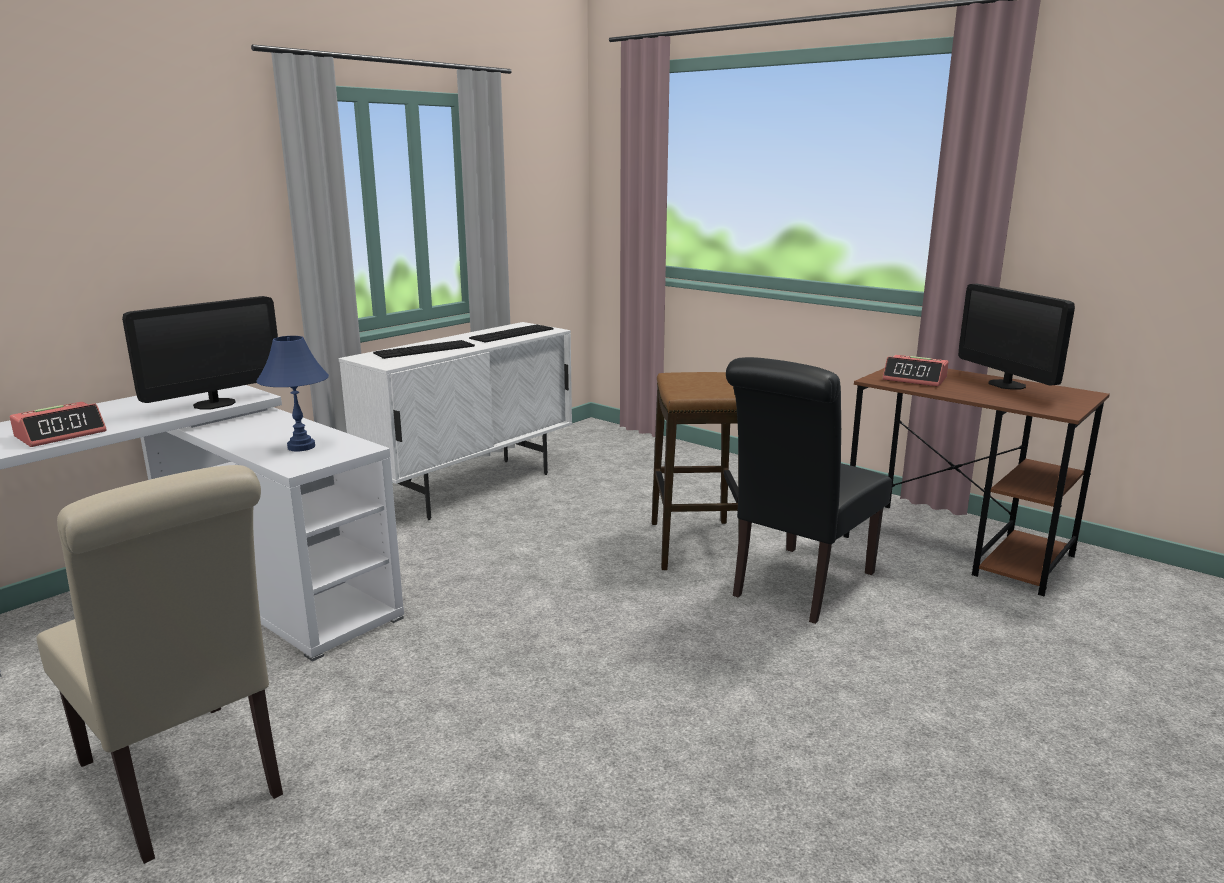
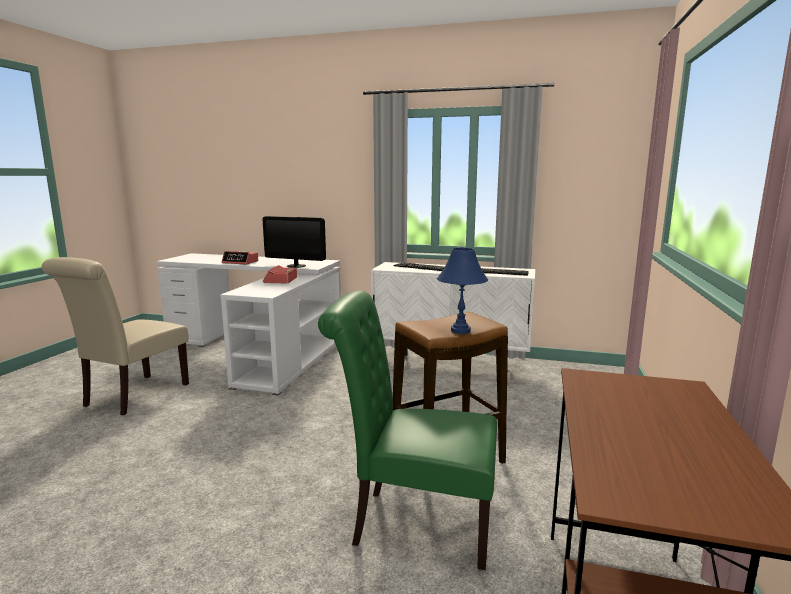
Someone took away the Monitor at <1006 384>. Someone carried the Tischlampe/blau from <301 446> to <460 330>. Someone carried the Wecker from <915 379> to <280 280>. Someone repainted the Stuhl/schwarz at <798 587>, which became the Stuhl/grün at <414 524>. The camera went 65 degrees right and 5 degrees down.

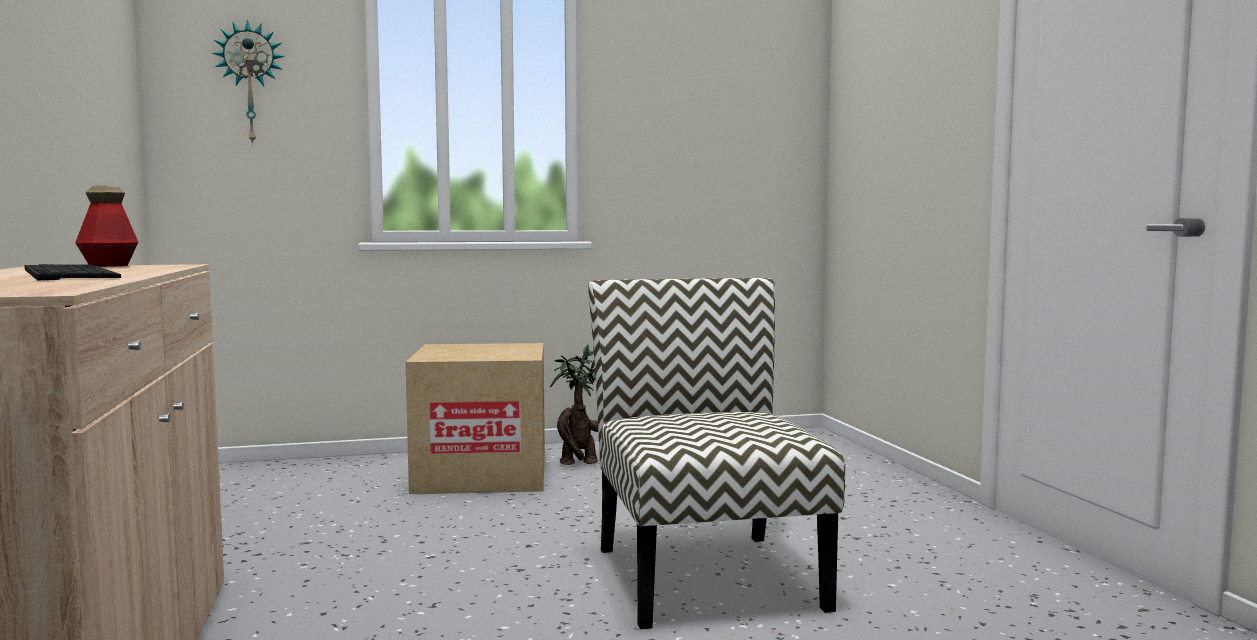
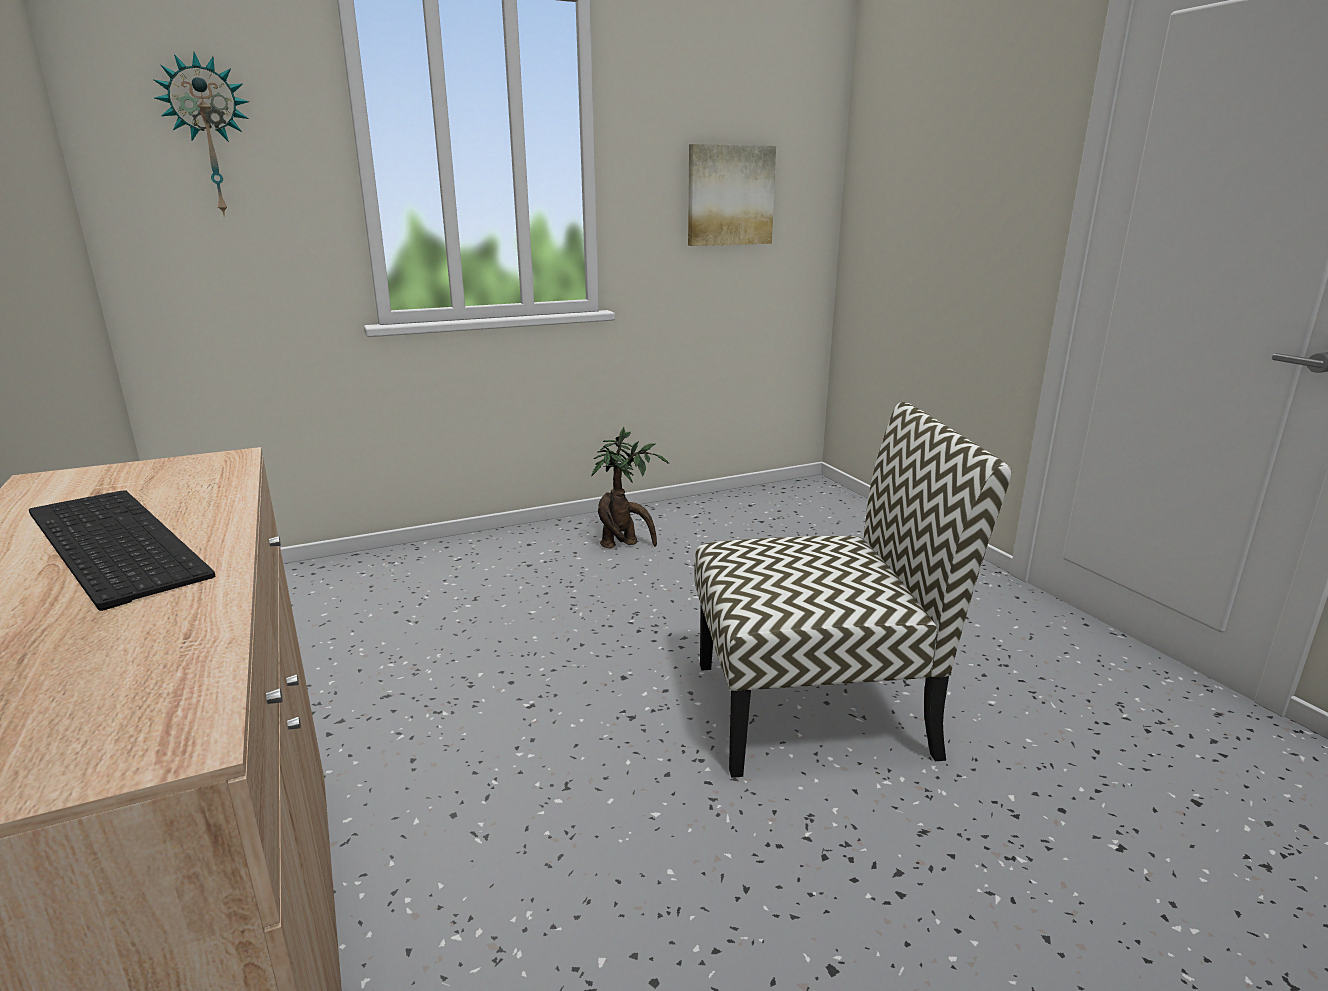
Someone took away the Flasche at <108 265>. Someone rotated the Stuhl at <705 575> by 105 degrees clockwise. Someone took away the Karton at <481 474>. Someone put up the Bild at <729 195>. The camera went 10 degrees left and 15 degrees up.

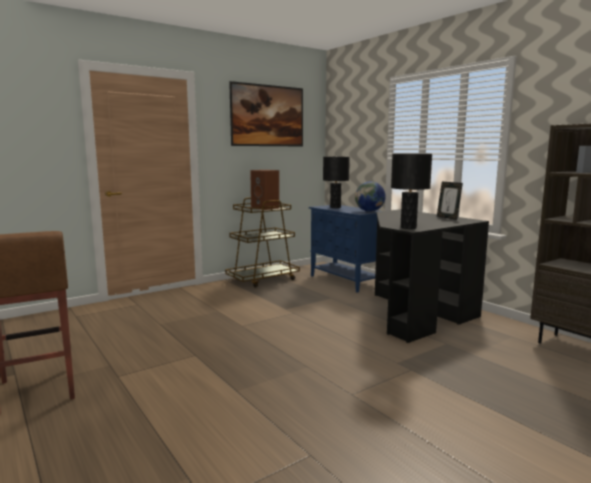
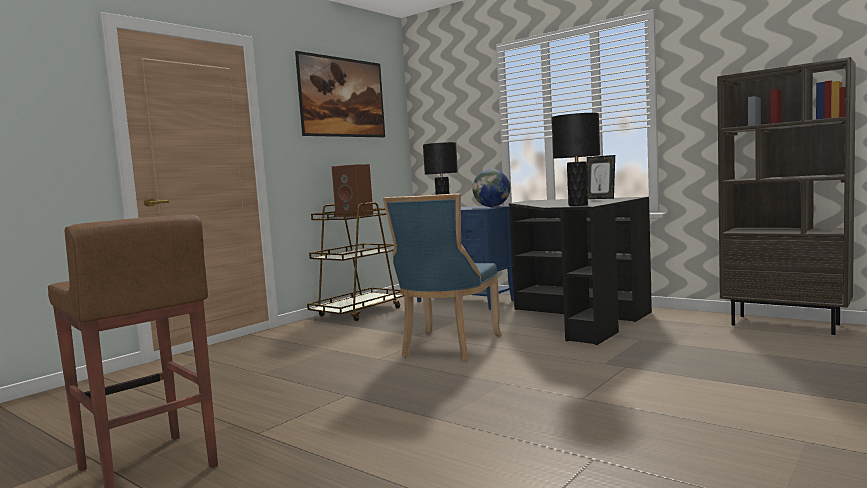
Someone put down the Stuhl/blau at <447 347>. The camera went 15 degrees left and 5 degrees down.

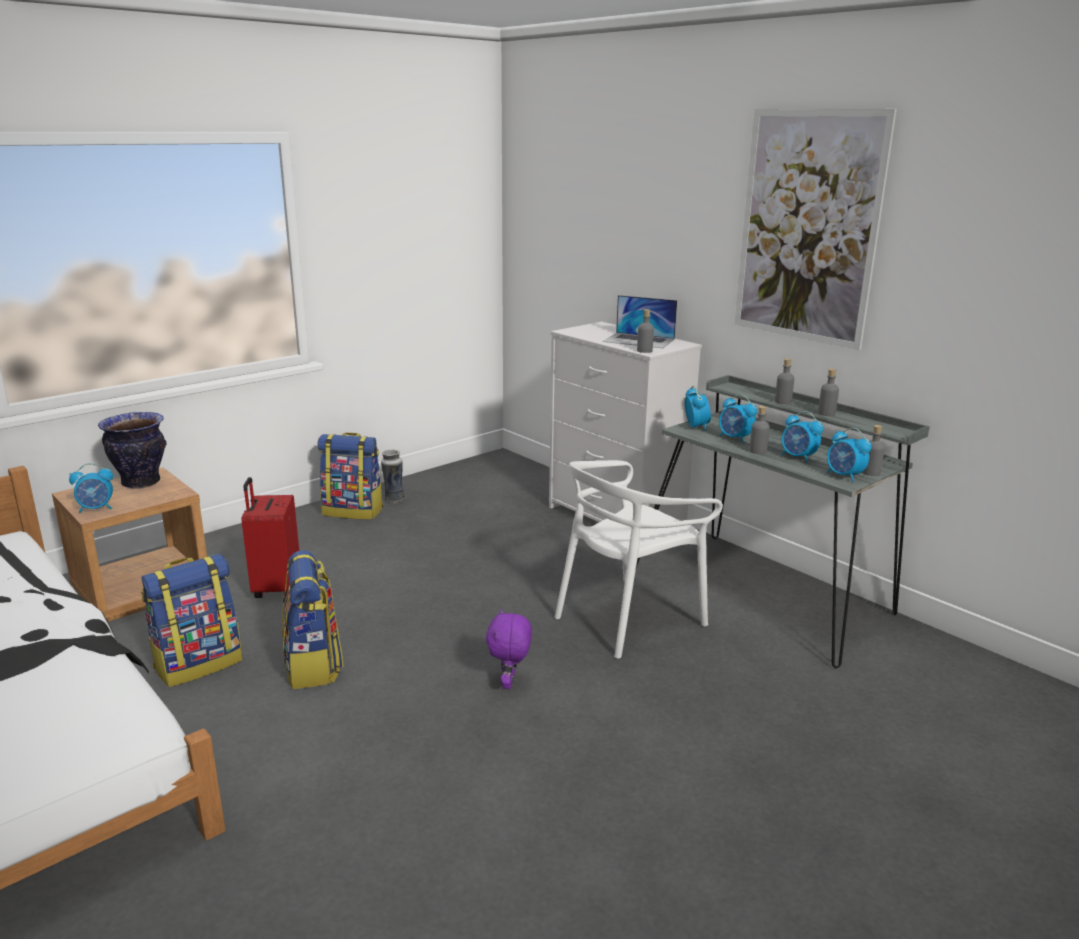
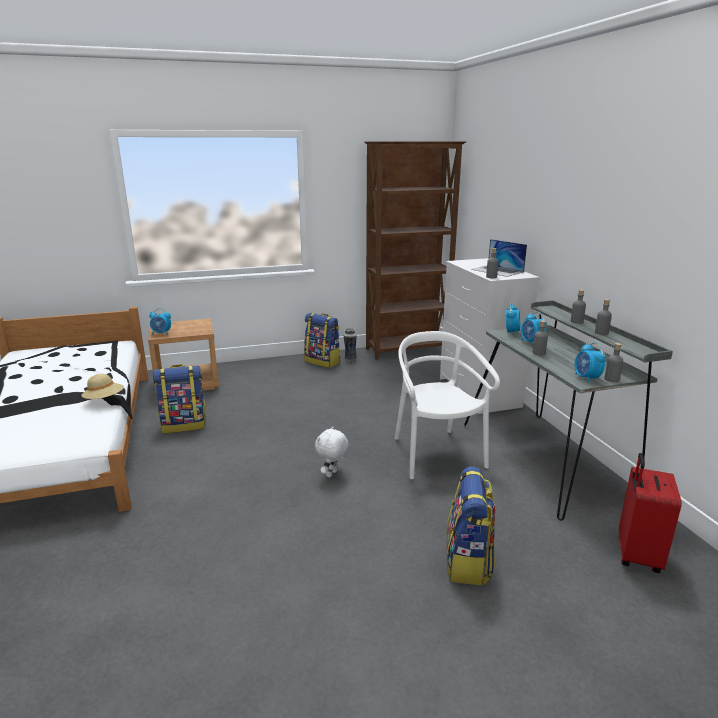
Someone took away the Bild at <808 227>. Someone took away the Wecker at <798 457>. Someone took away the Vase at <140 483>. Someone rotated the Stuhl/weiß at <628 618> by 90 degrees clockwise. Someone carried the Koffer/rot from <275 587> to <636 555>. Someone carried the Rucksack from <314 666> to <468 562>. Someone repainted the Plüschtier/lila at <510 683>, which became the Plüschtier/weiß at <332 474>. Someone put down the Bücherregal/braun at <408 350>. Someone put down the Hut/beige at <104 400>. The camera went 25 degrees right and 0 degrees up.

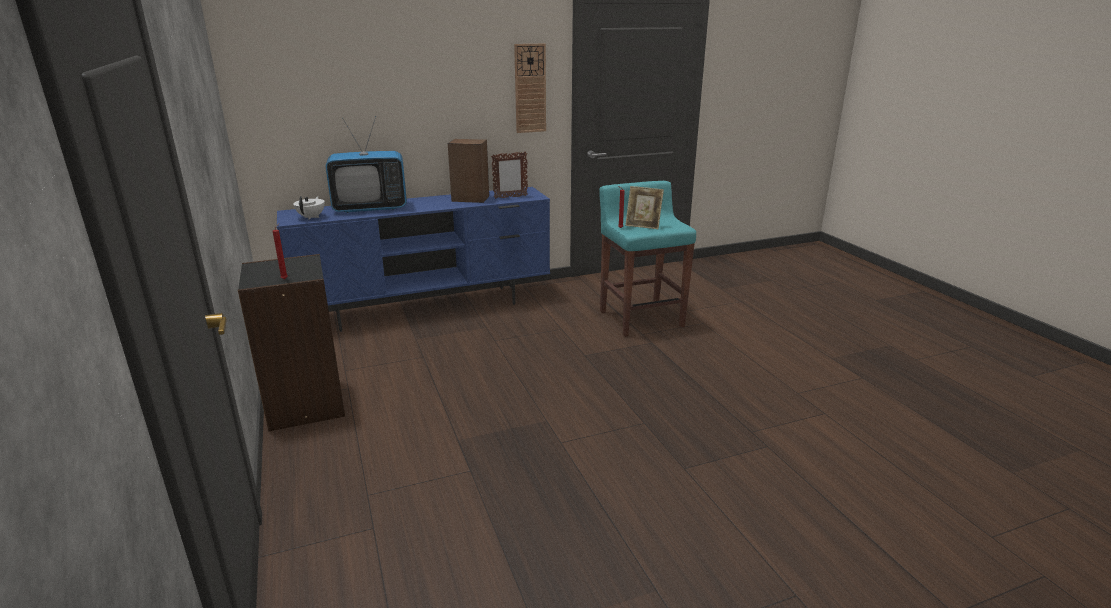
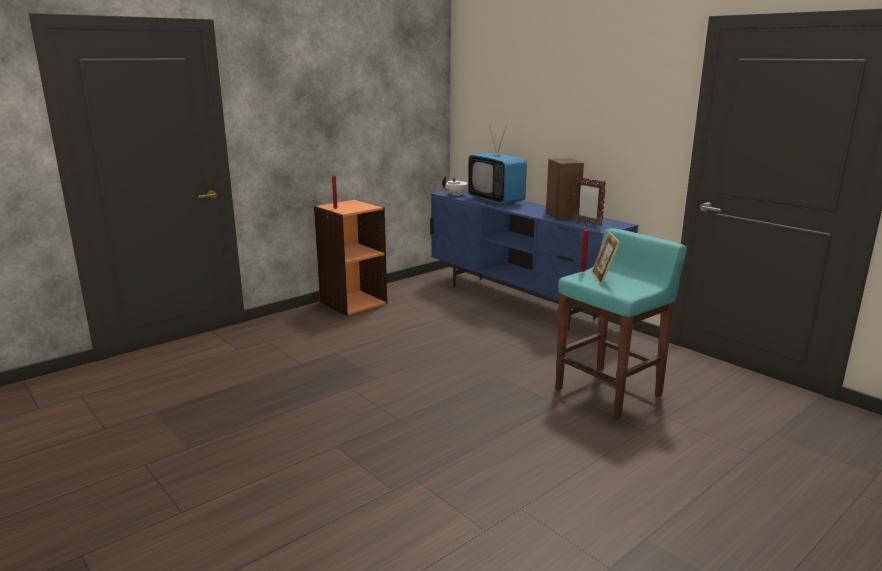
Someone took away the Wanduhr at <530 88>. Someone repainted the Bücherregal/schwarz at <305 404>, which became the Bücherregal/orange at <353 302>. The camera went 70 degrees right and 5 degrees down.

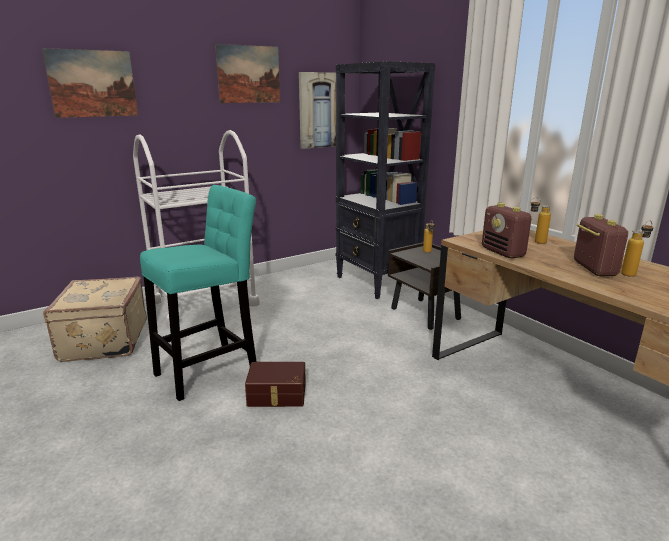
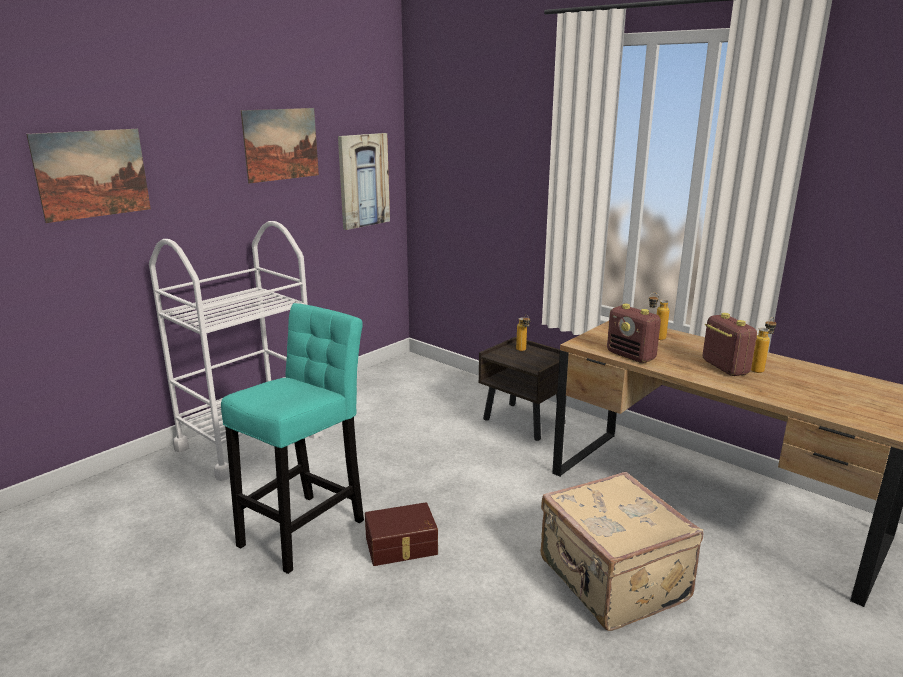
Someone took away the Bücherregal/schwarz at <377 282>. Someone carried the Koffer/beige from <102 341> to <611 581>. The camera went 15 degrees left and 0 degrees up.

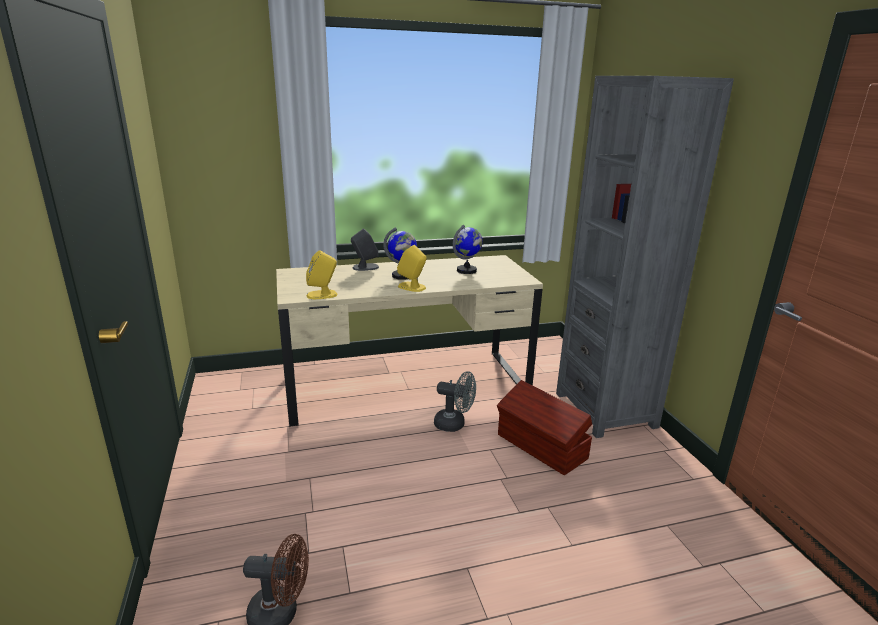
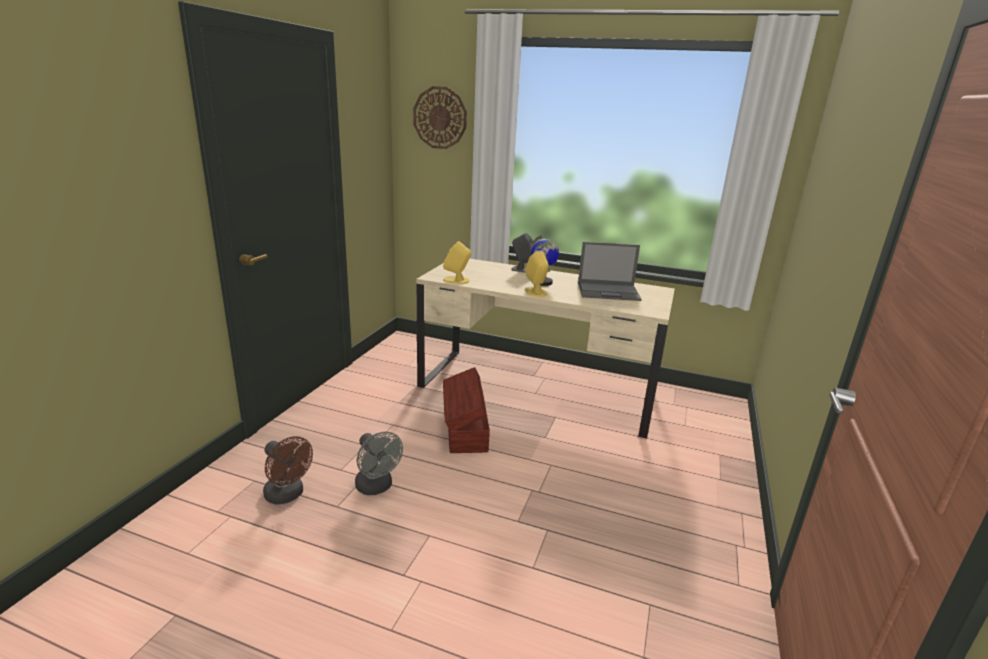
Someone took away the Bücherregal/grau at <605 410>. Someone swapped the Globus at <467 270> for the Laptop at <609 292>. Someone carried the Ventilator/grau from <454 424> to <377 487>. Someone carried the Aufbewahrungsbox/braun from <541 447> to <465 430>. Someone put up the Wanduhr at <440 118>. The camera went 35 degrees right and 0 degrees up.

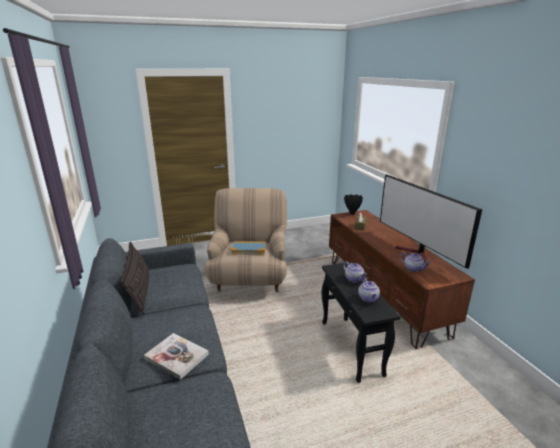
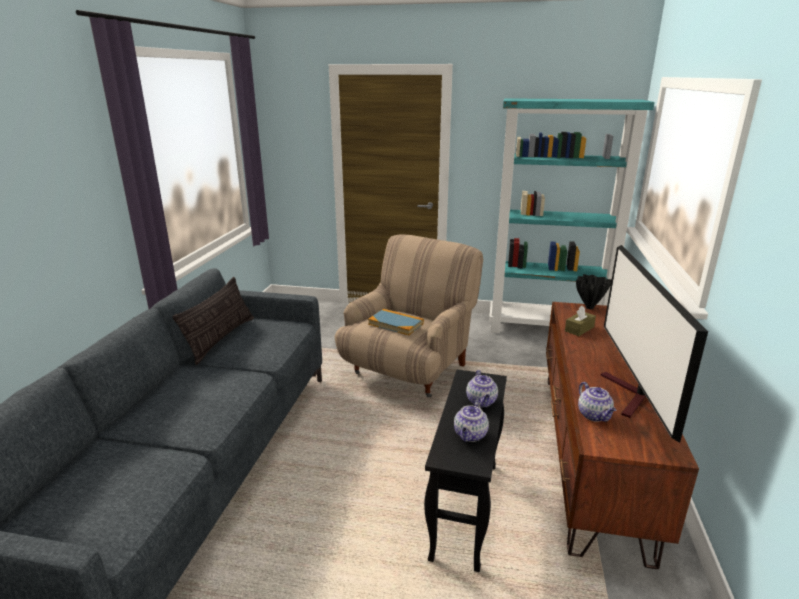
Someone took away the Buch at <176 356>. Someone put down the Bücherregal/türkis at <547 329>. The camera went 30 degrees right and 0 degrees up.

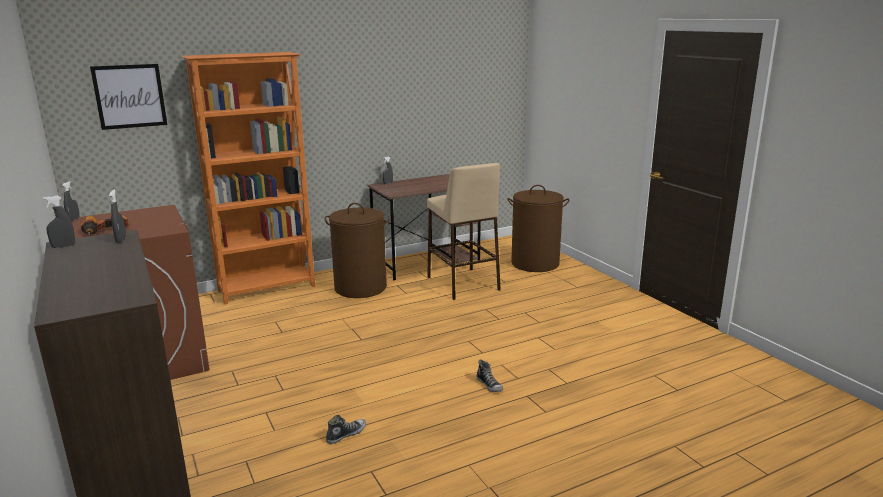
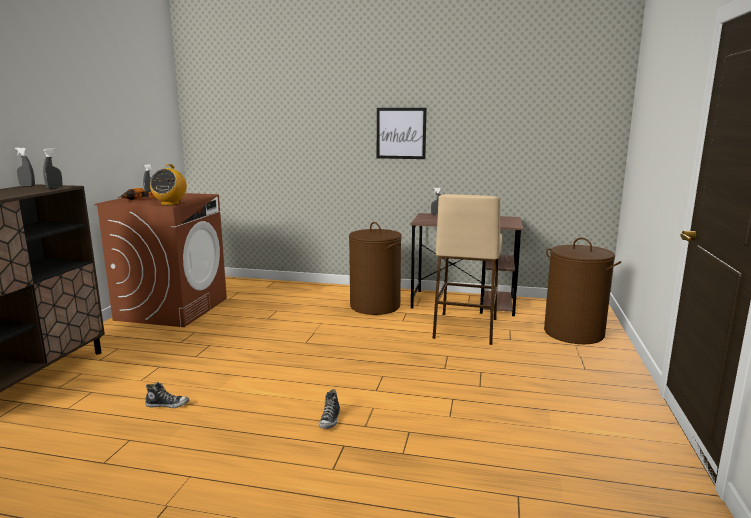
Someone took away the Bücherregal/orange at <268 289>. Someone carried the Bild from <130 96> to <401 133>. Someone put down the Radio at <170 204>. The camera went 40 degrees right and 5 degrees down.

